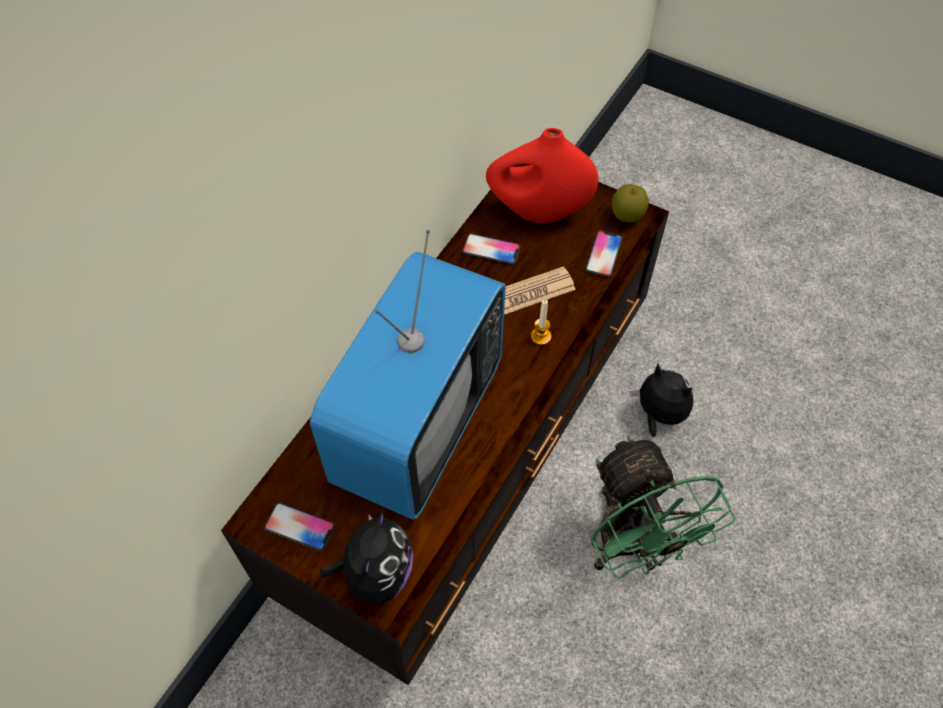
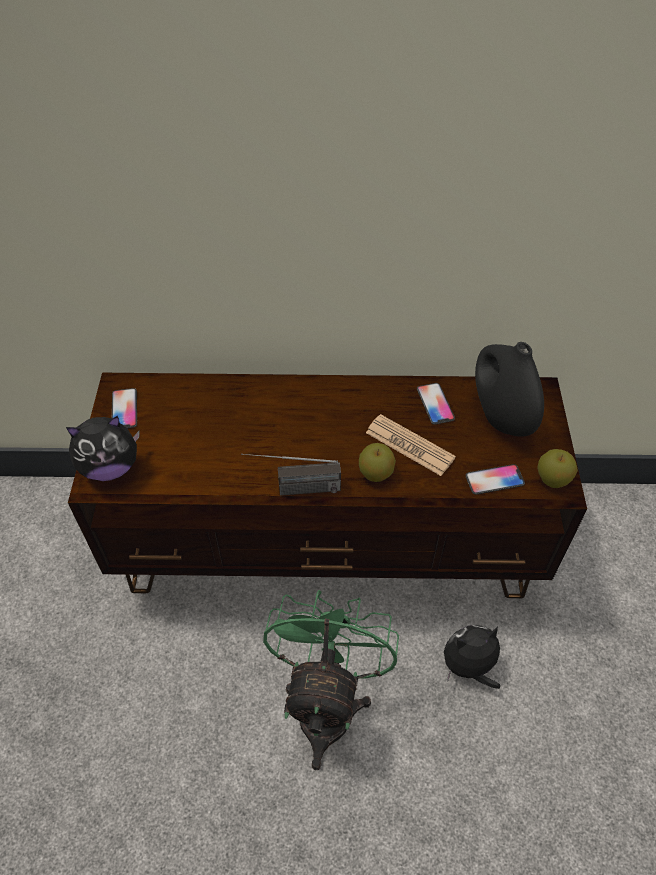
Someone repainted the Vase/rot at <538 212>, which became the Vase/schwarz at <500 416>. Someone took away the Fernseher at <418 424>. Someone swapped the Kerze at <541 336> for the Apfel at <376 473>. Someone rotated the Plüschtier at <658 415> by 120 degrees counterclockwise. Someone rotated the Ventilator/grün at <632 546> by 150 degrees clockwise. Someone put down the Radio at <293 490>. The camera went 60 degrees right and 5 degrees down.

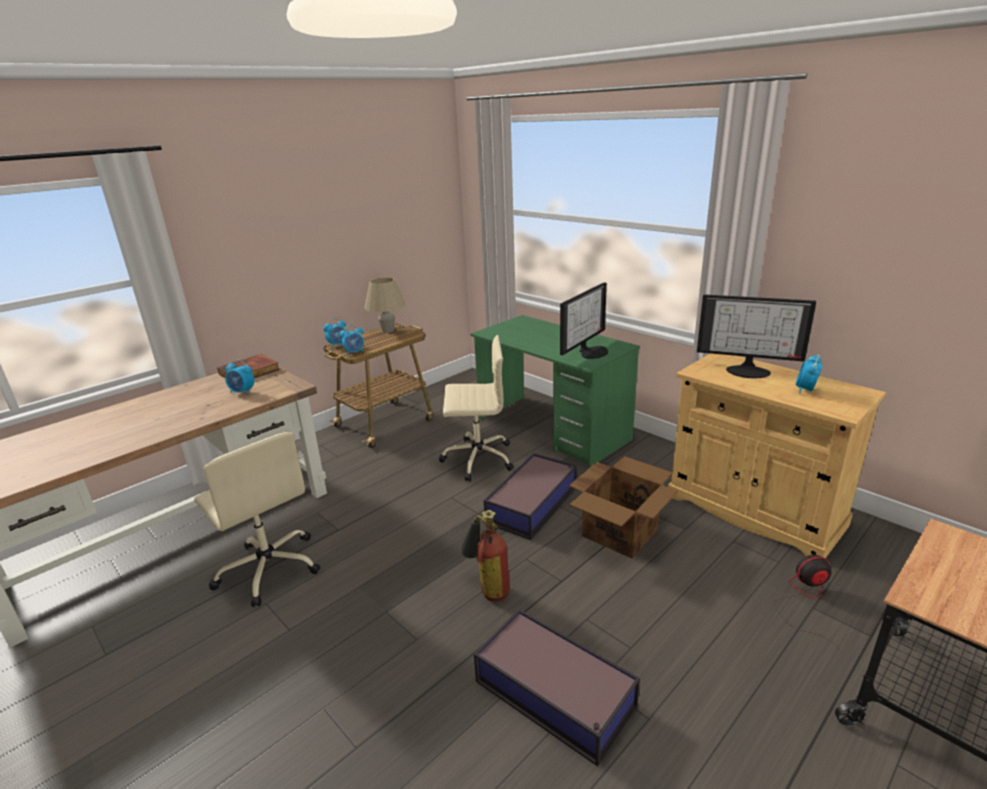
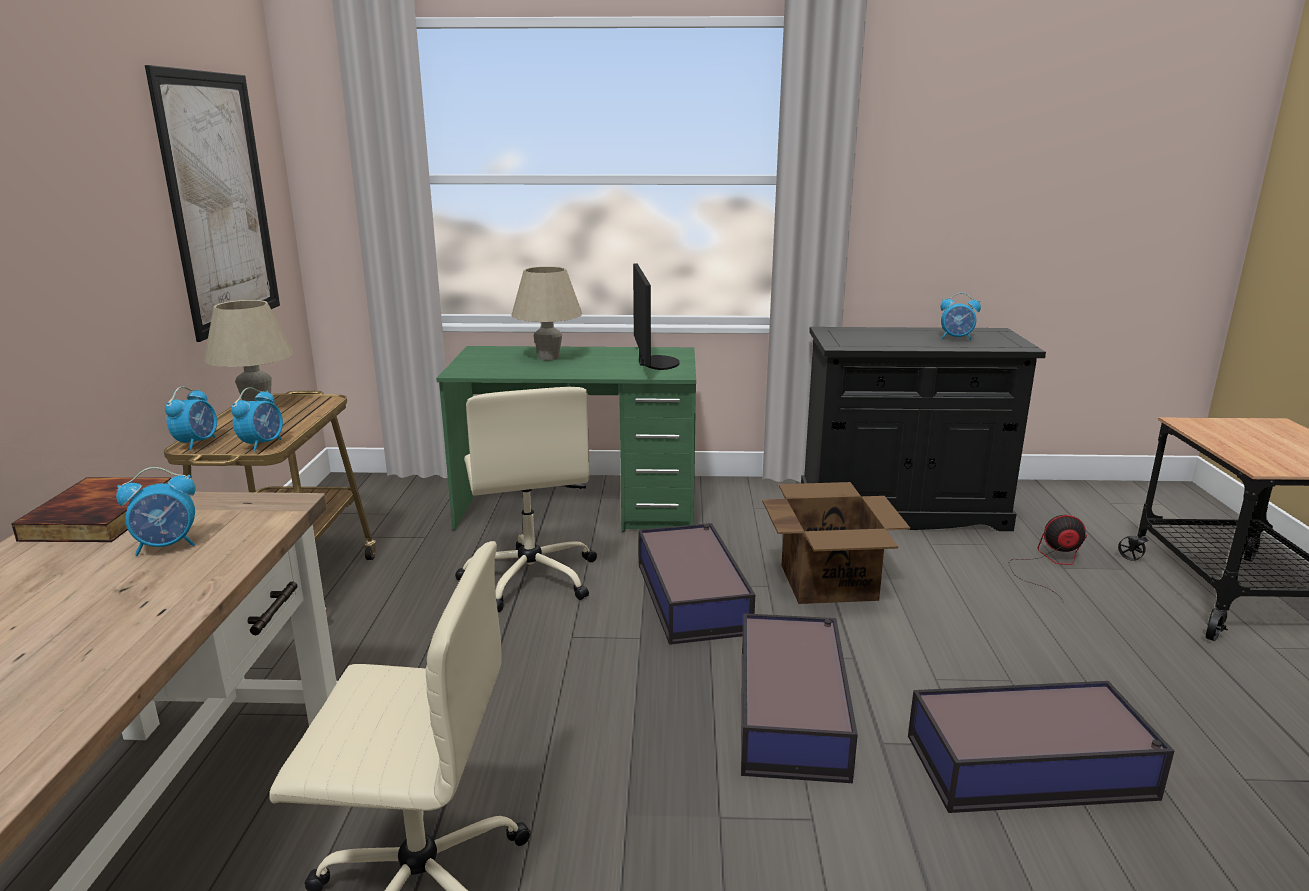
Someone took away the Monitor at <748 370>. Someone rotated the Bürostuhl/beige at <477 458> by 120 degrees clockwise. Someone repainted the Schrank/beige at <753 510>, which became the Schrank/schwarz at <901 510>. Someone rotated the Wecker at <805 390> by 60 degrees counterclockwise. Someone swapped the Feuerlöscher at <487 587> for the Aufbewahrungsbox at <792 710>. Someone rotated the Ventilator at <805 599> by 60 degrees clockwise. Someone put up the Bild at <220 202>. Someone put down the Tischlampe/beige at <549 357>. The camera went 45 degrees left and 5 degrees down.

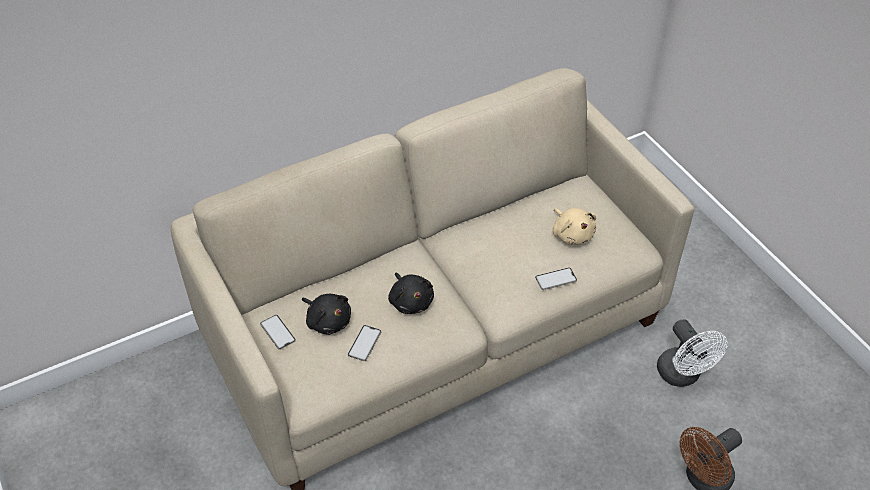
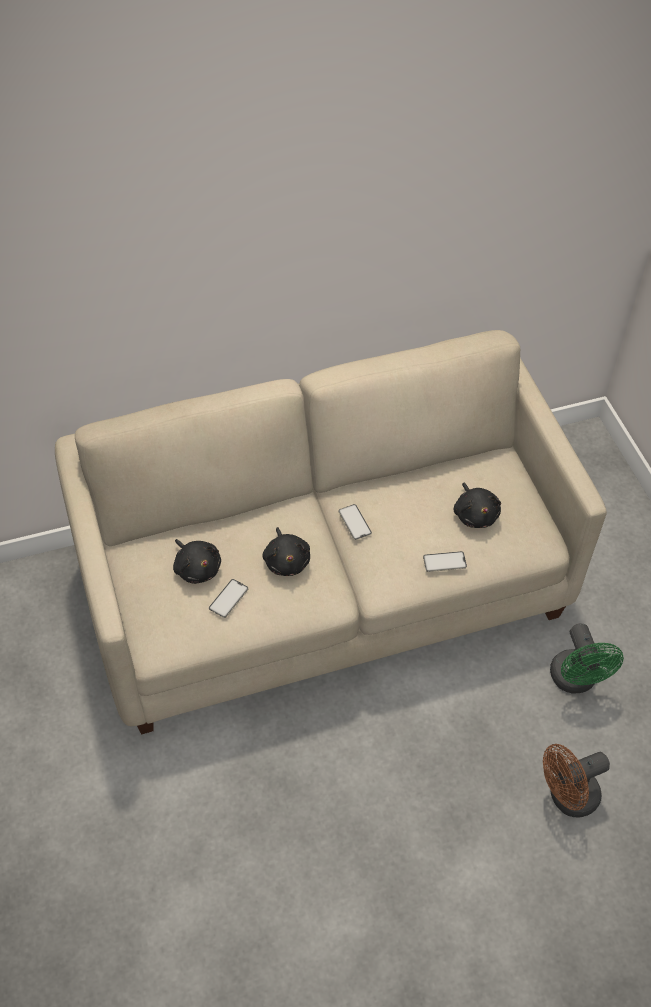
Someone repainted the Plüschtier/beige at <572 234>, which became the Plüschtier/schwarz at <475 514>. Someone carried the Handy from <277 332> to <354 522>. Someone repainted the Ventilator/weiß at <682 375>, which became the Ventilator/grün at <576 681>. The camera went 10 degrees right and 5 degrees up.

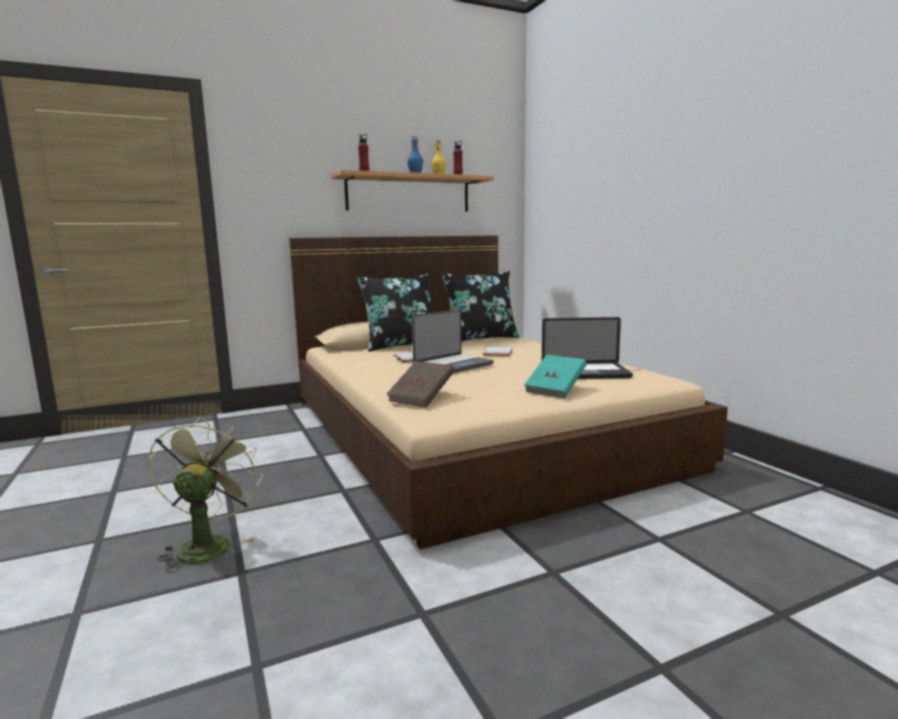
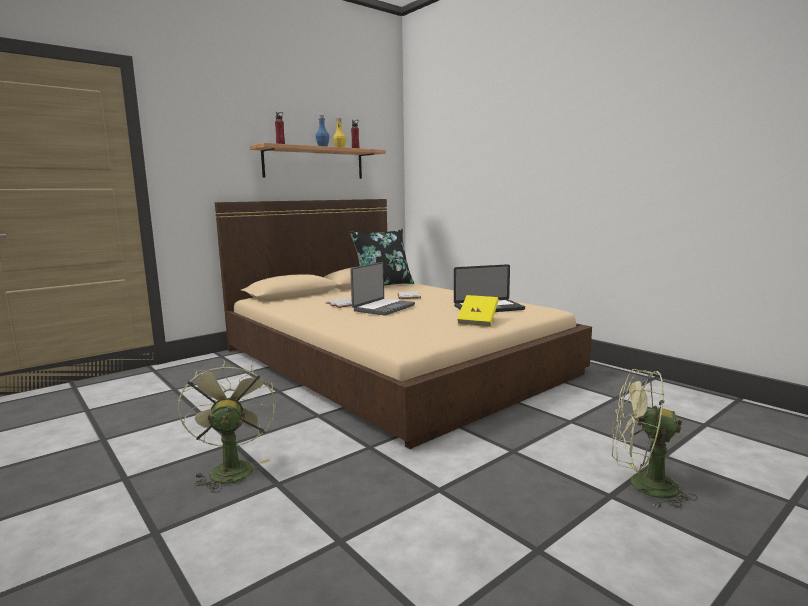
Someone took away the Kissen/schwarz at <401 345>. Someone repainted the Buch/türkis at <555 390>, which became the Buch/gelb at <478 321>. Someone took away the Buch/braun at <421 398>. Someone put down the Ventilator/grün at <642 486>. The camera went 15 degrees left and 0 degrees up.

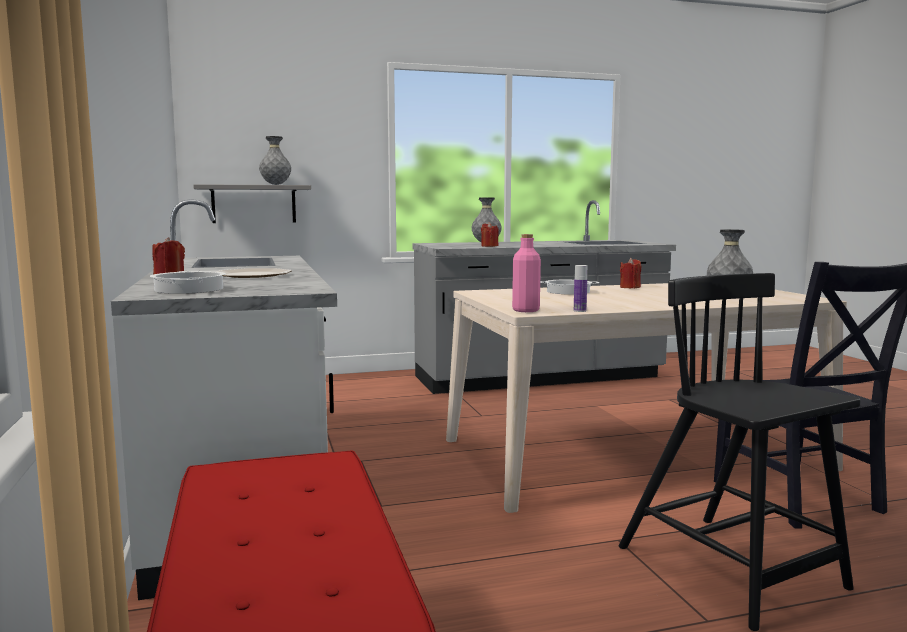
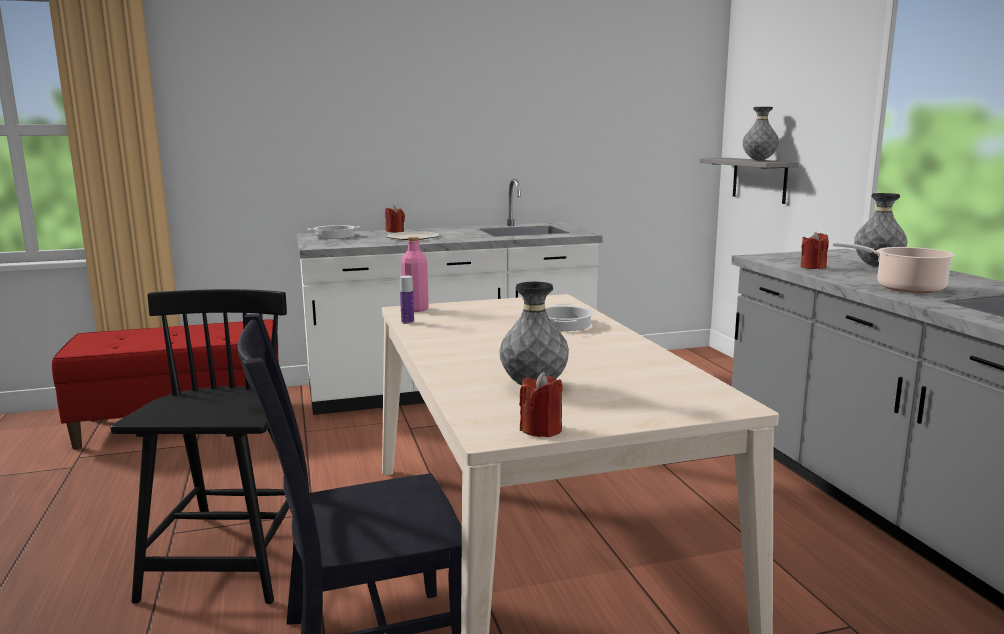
Someone carried the Kerze/rot from <630 287> to <541 430>. Someone rotated the Stuhl/schwarz at <732 569> by 60 degrees counterclockwise. Someone put down the Kochtopf at <904 288>. The camera went 90 degrees right and 5 degrees up.

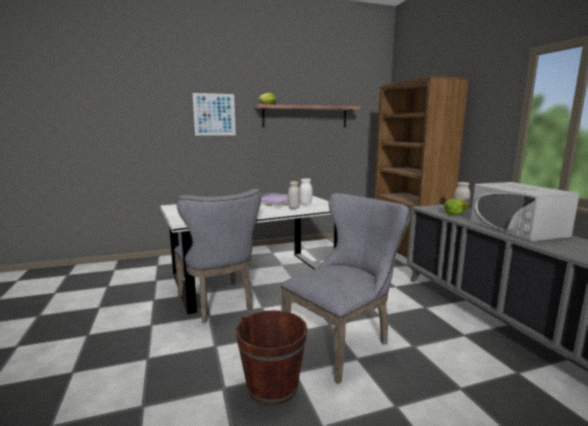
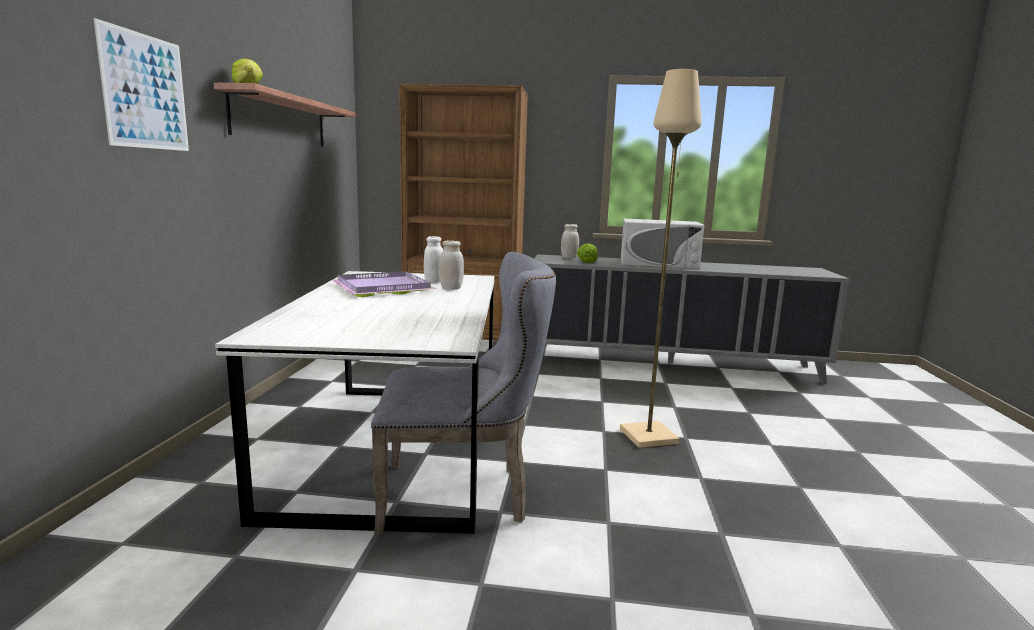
Someone swapped the Stuhl/grau at <342 342> for the Stehlampe/beige at <648 436>. Someone took away the Eimer/braun at <272 387>. The camera went 65 degrees left and 0 degrees up.

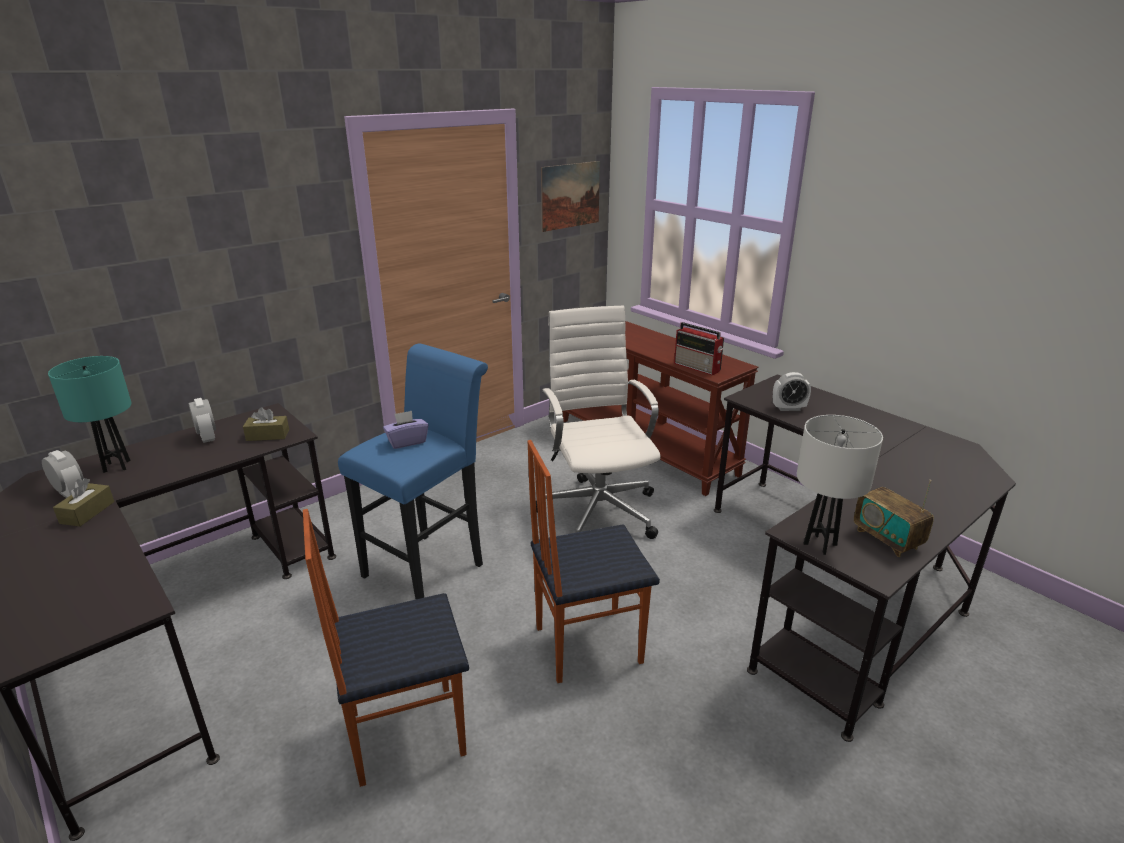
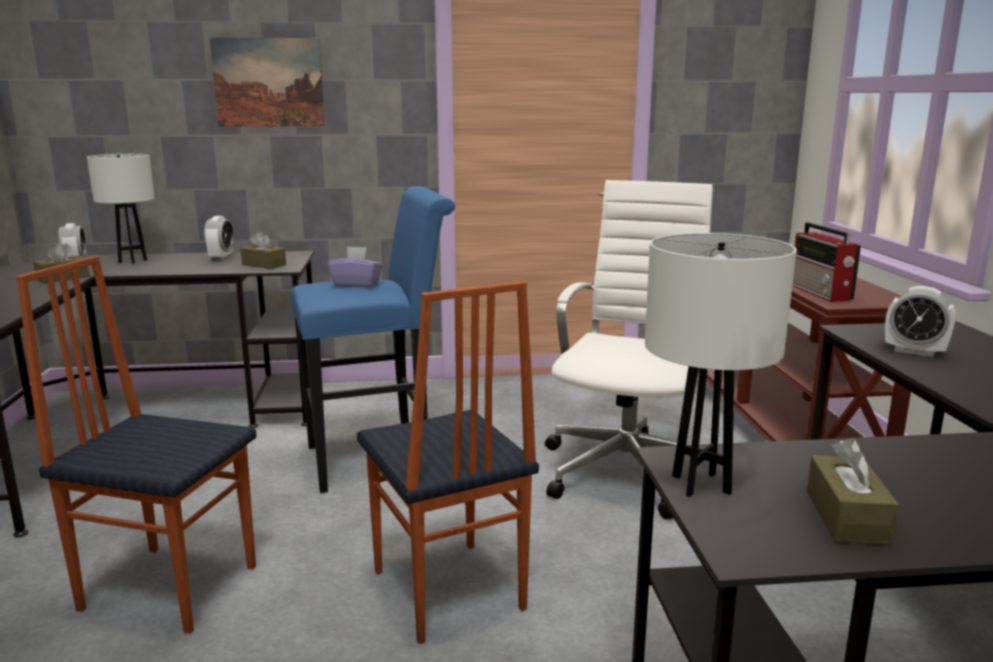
Someone carried the Bild from <570 195> to <268 82>. Someone repainted the Tischlampe/türkis at <117 466>, which became the Tischlampe/weiß at <133 261>. Someone rotated the Stuhl at <586 644> by 135 degrees counterclockwise. Someone swapped the Radio at <887 539> for the Taschentuchbox/braun at <847 517>. The camera went 35 degrees right and 10 degrees down.

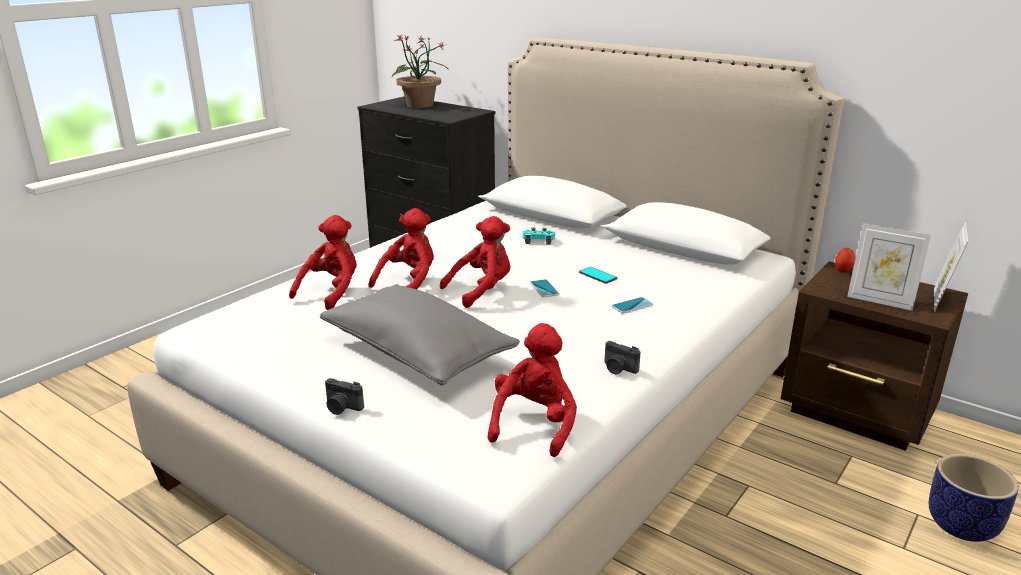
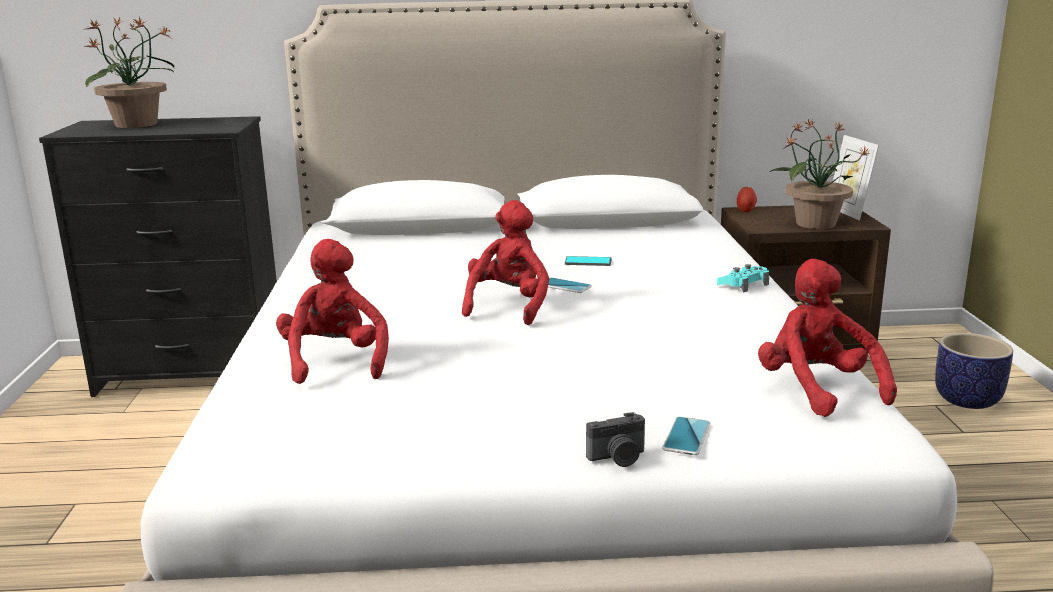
Someone took away the Plüschtier/rot at <409 283>. Someone swapped the Bilderrahmen at <880 301> for the Topfpflanze at <814 223>. Someone carried the Gamepad/türkis from <538 240> to <743 285>. Someone took away the Kissen/grau at <417 354>. Someone carried the Handy from <632 306> to <686 437>. Someone took away the Kamera at <618 369>. The camera went 40 degrees left and 5 degrees down.

